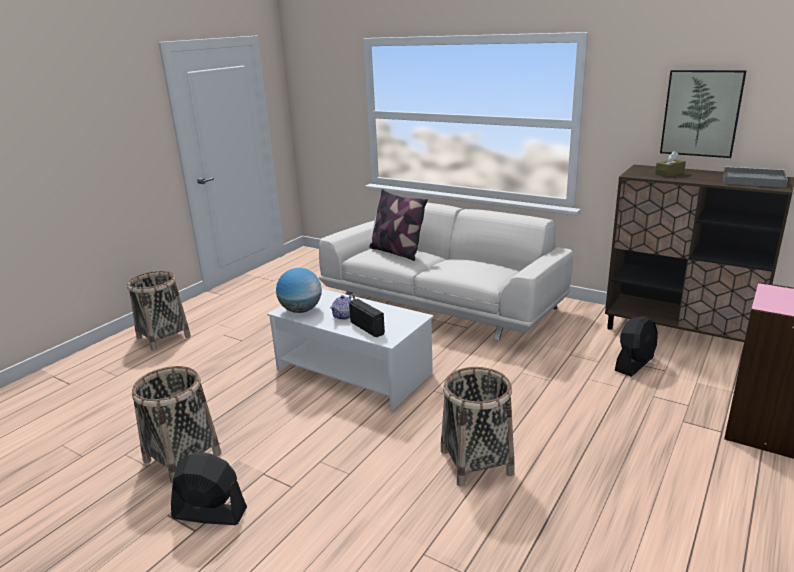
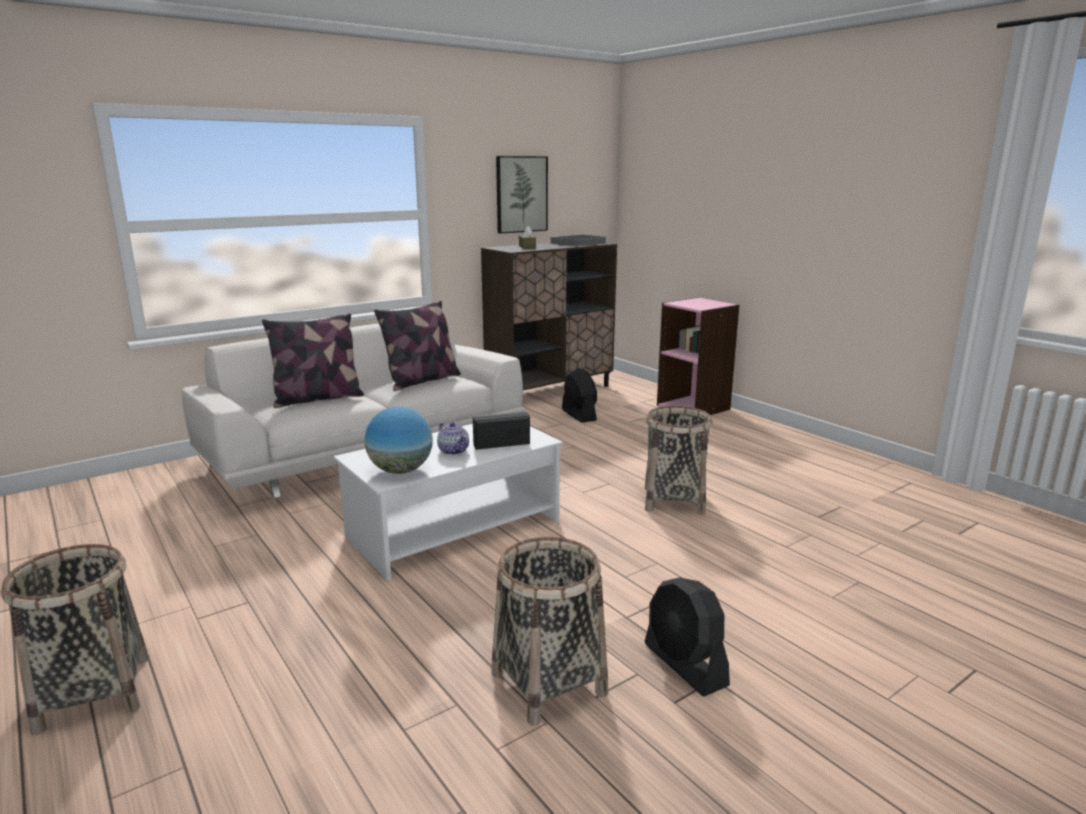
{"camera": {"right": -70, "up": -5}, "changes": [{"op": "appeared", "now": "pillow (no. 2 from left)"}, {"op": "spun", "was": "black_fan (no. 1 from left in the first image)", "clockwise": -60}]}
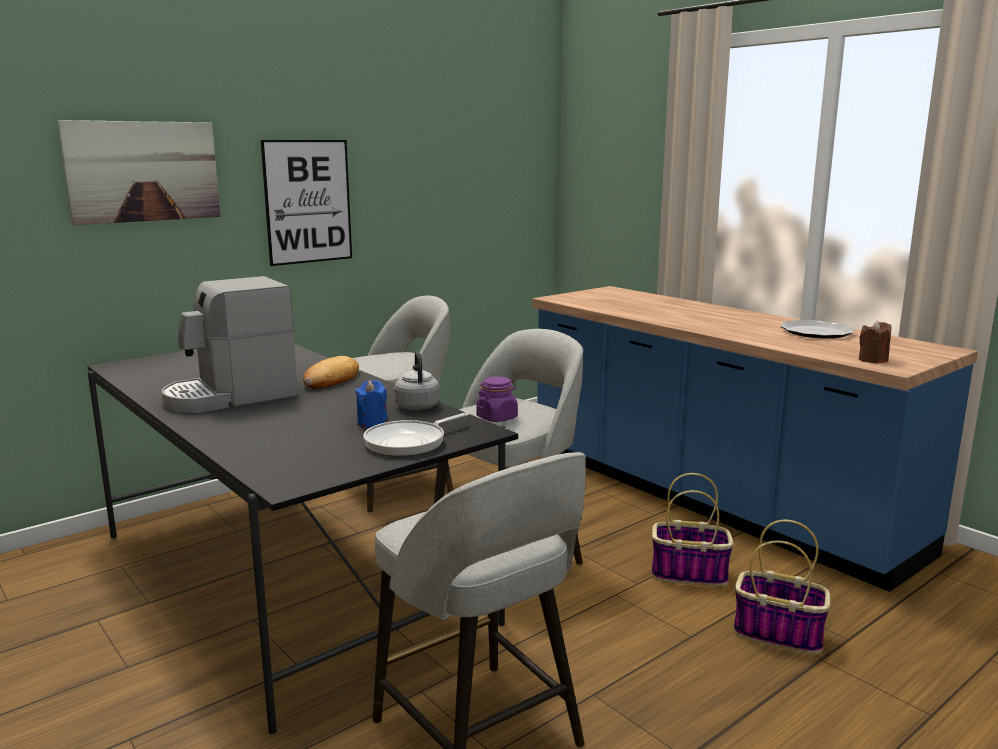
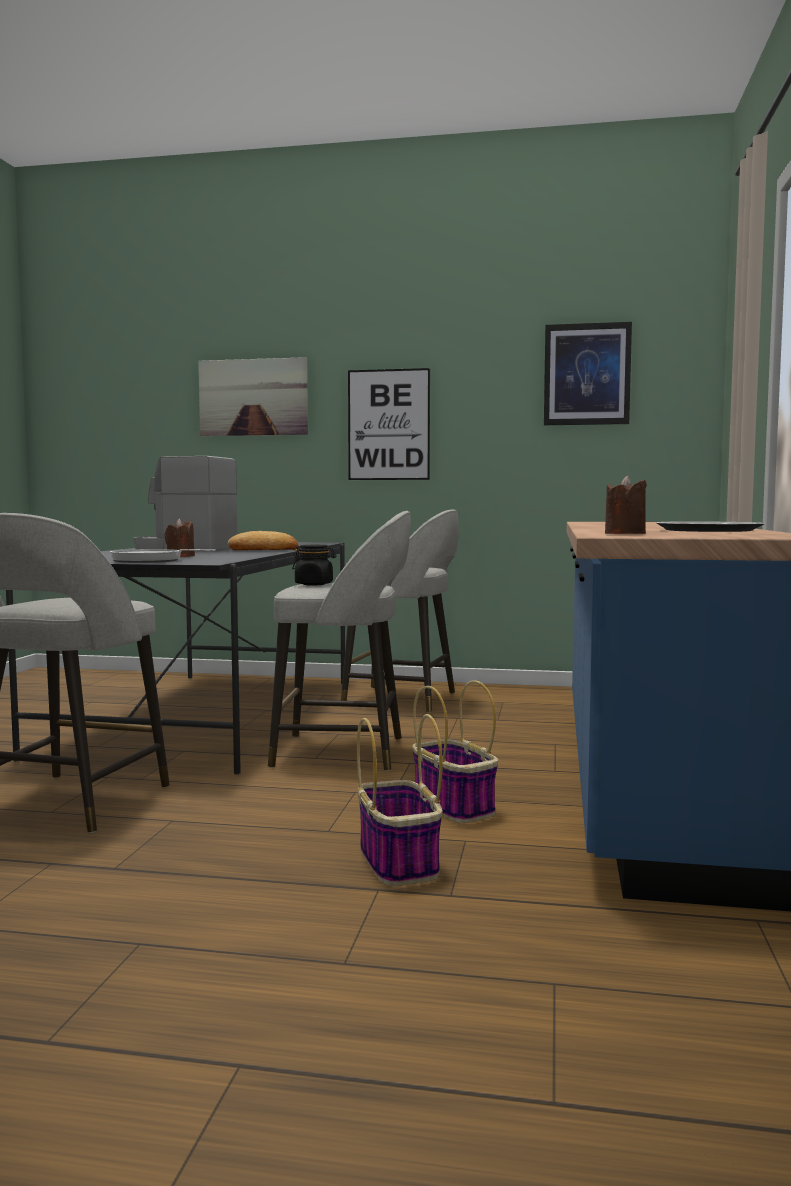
{"camera": {"right": 50, "up": -10}, "changes": [{"op": "missing", "was": "grey_kettle"}, {"op": "appeared", "now": "picture (no. 3 from left)"}, {"op": "colour", "was": "blue_candle", "now": "brown_candle (no. 1 from left)"}, {"op": "colour", "was": "purple_jar", "now": "black_jar"}]}
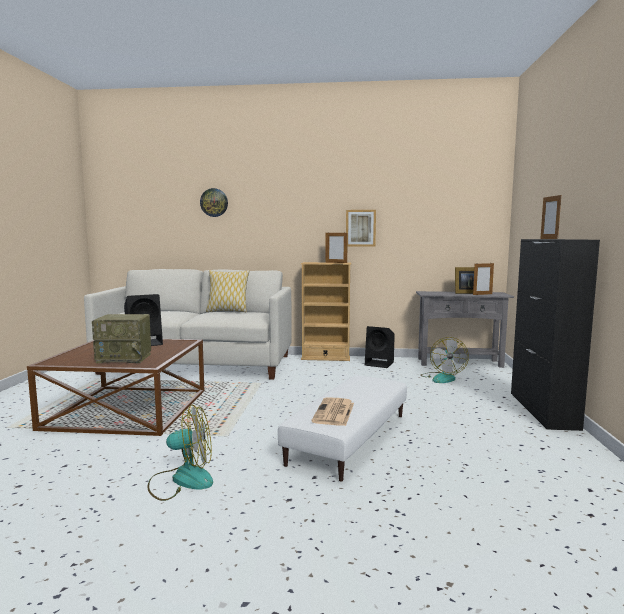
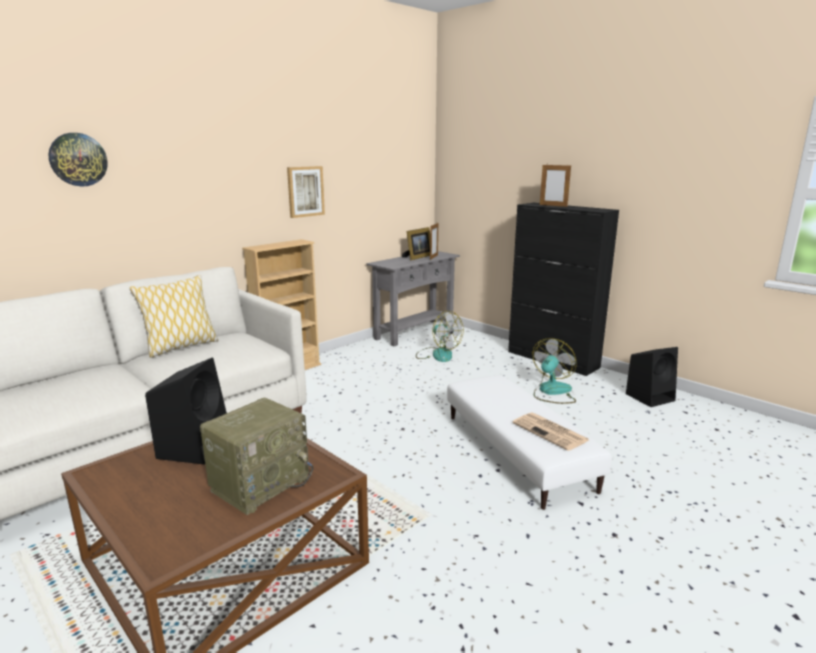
{"camera": {"right": -50, "up": 10}, "changes": [{"op": "missing", "was": "picture_frame (no. 1 from left)"}, {"op": "relocated", "was": "fan (no. 1 from left in the first image)", "now": "fan (no. 2 from left)"}, {"op": "relocated", "was": "black_speaker (no. 2 from left)"}]}
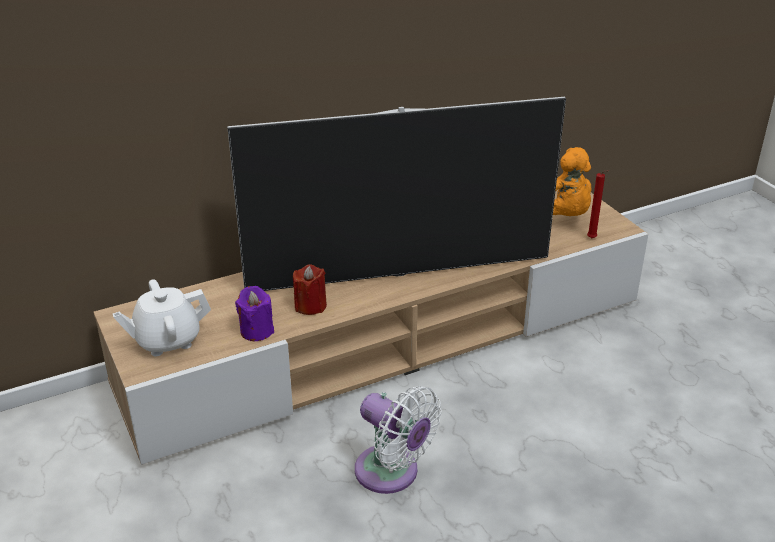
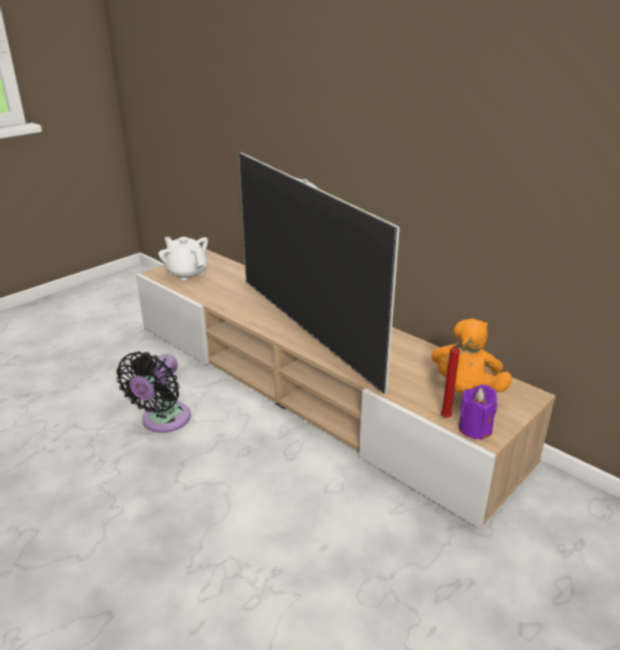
{"camera": {"right": 70, "up": -5}, "changes": [{"op": "missing", "was": "red_candle (no. 1 from left)"}, {"op": "relocated", "was": "purple_candle"}, {"op": "colour", "was": "white_fan", "now": "black_fan"}]}
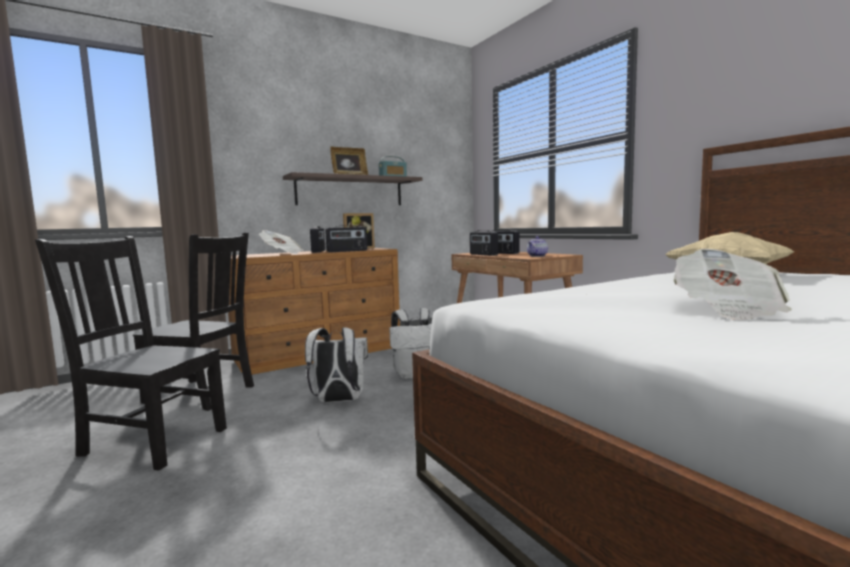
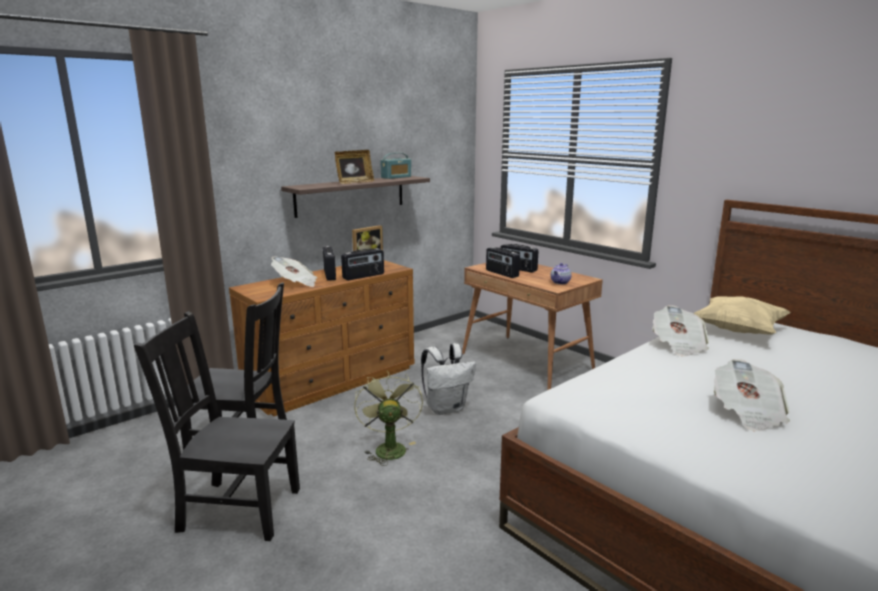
{"camera": {"right": -10, "up": 10}, "changes": [{"op": "appeared", "now": "newspaper (no. 2 from left)"}, {"op": "exchanged", "was": "white_backpack (no. 1 from left)", "now": "green_fan"}]}
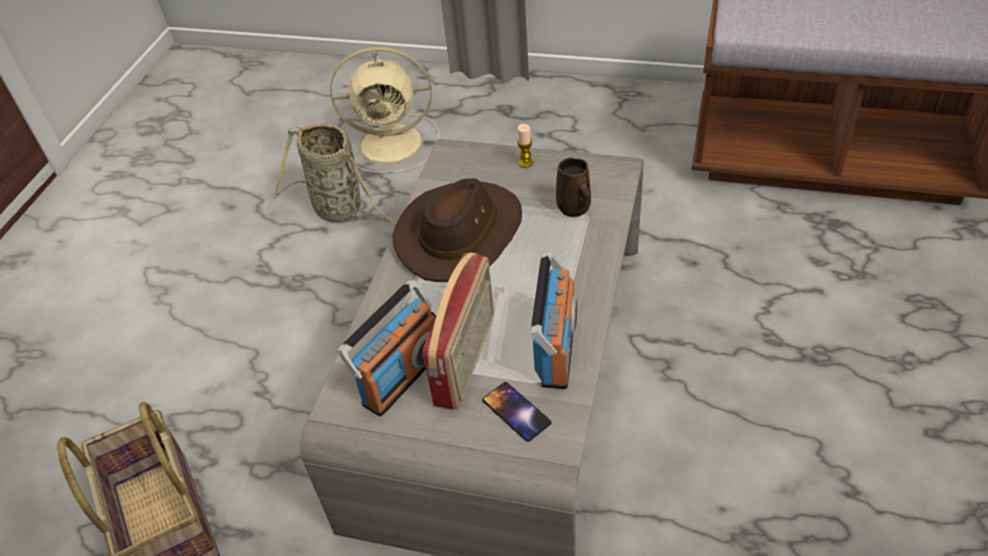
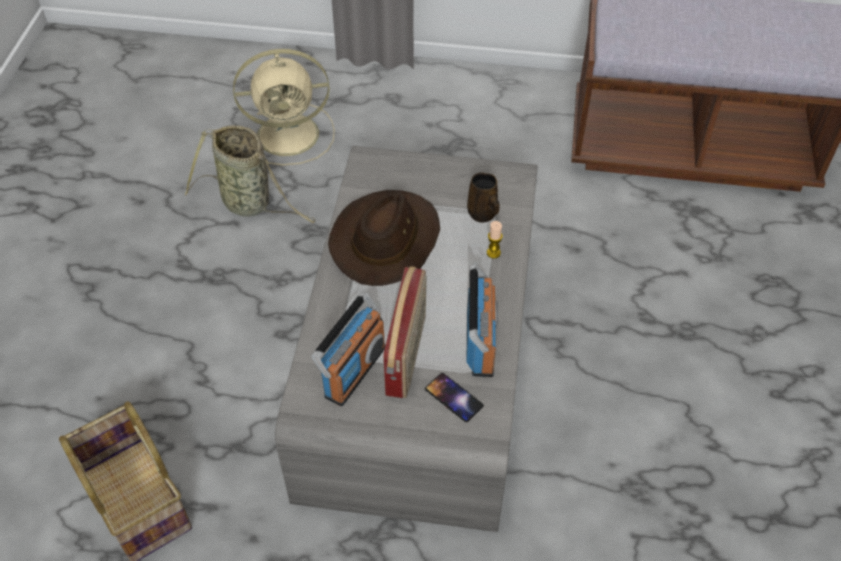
{"camera": {"right": -10, "up": 5}, "changes": [{"op": "relocated", "was": "candle"}]}
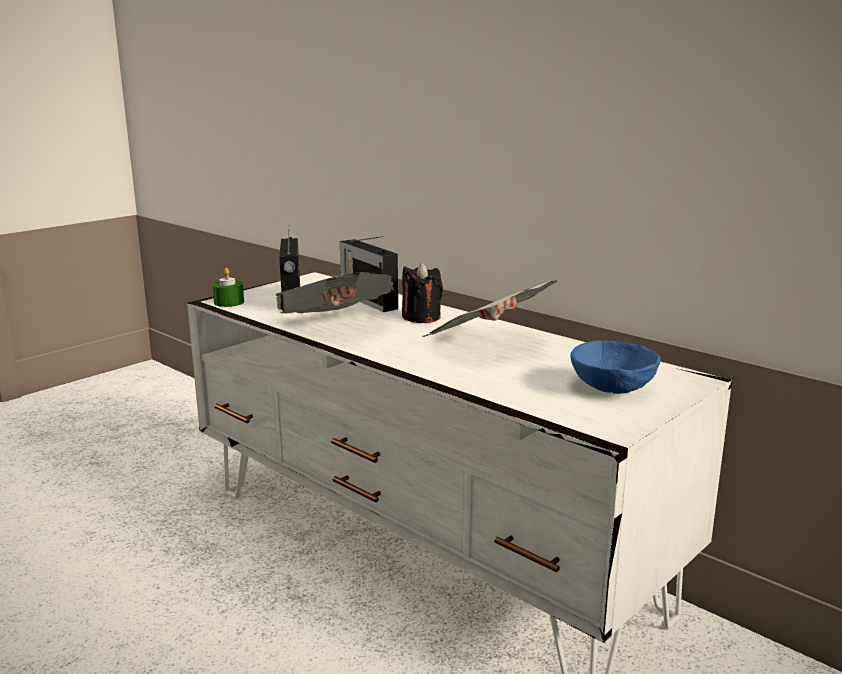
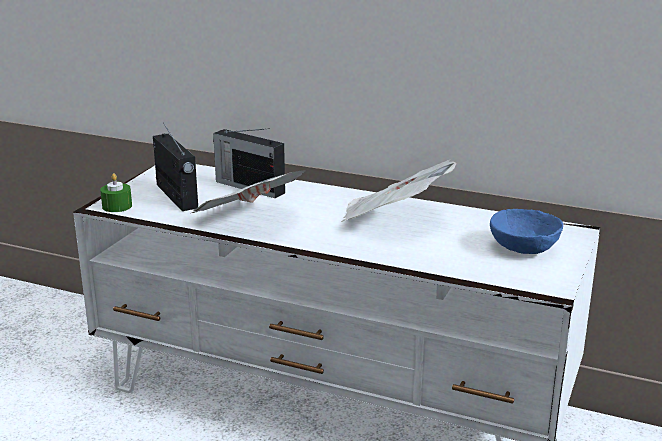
{"camera": {"right": -20, "up": 5}, "changes": [{"op": "missing", "was": "black_candle"}]}
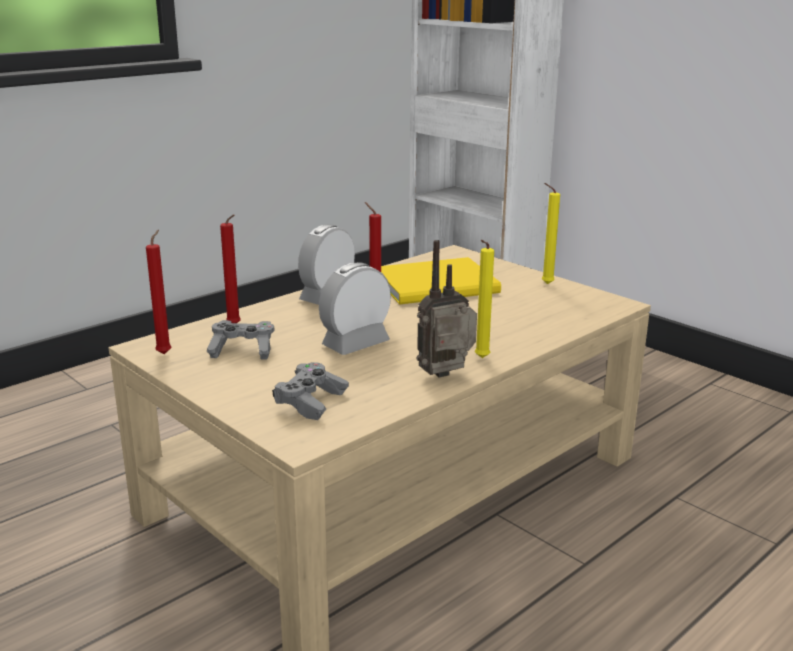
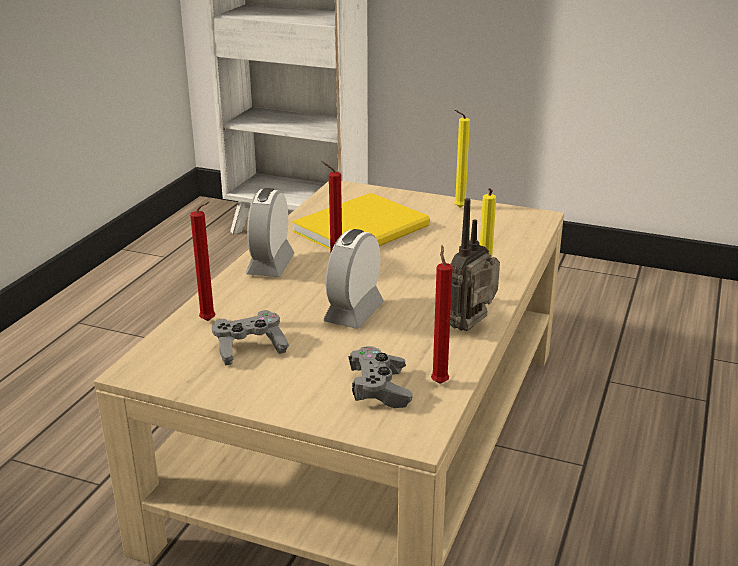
{"camera": {"right": -25, "up": 5}, "changes": [{"op": "relocated", "was": "red_candle (no. 1 from left in the first image)", "now": "red_candle (no. 3 from left)"}]}
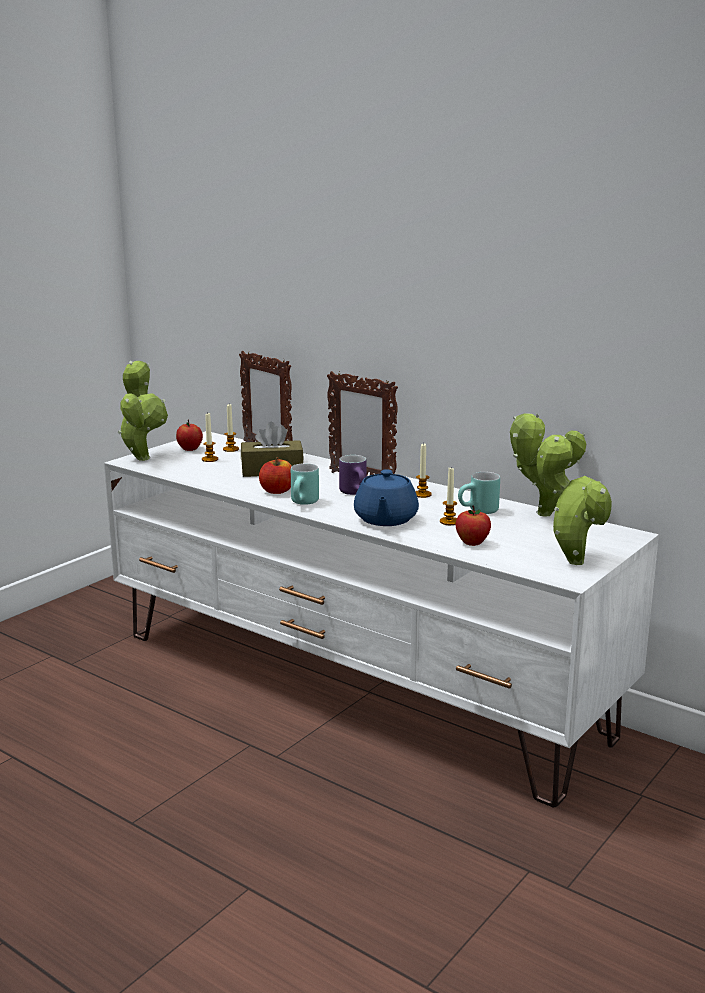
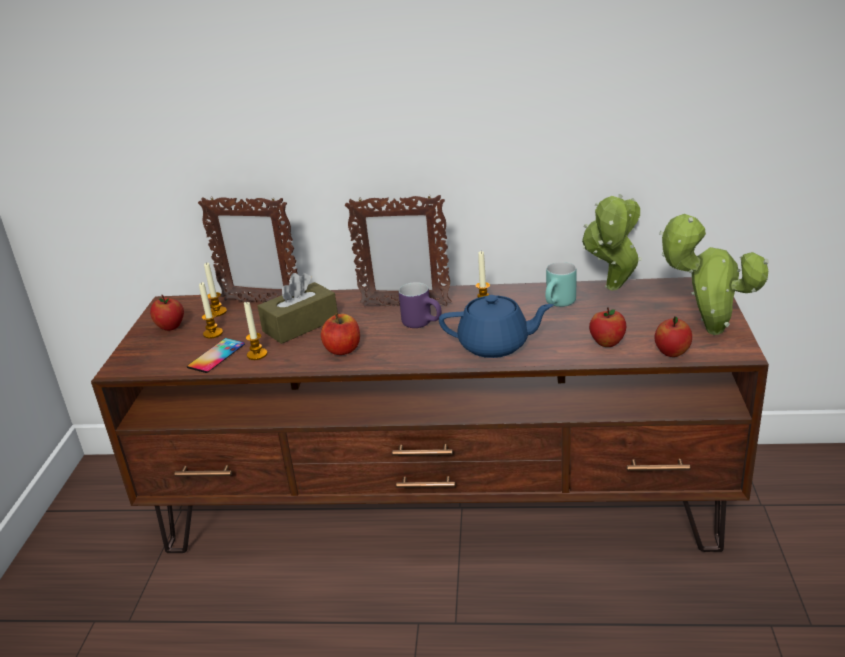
{"camera": {"right": -30, "up": 10}, "changes": [{"op": "missing", "was": "potted_plant (no. 1 from left)"}, {"op": "missing", "was": "turquoise_mug (no. 1 from left)"}, {"op": "appeared", "now": "phone"}, {"op": "appeared", "now": "apple (no. 4 from left)"}, {"op": "relocated", "was": "candle (no. 4 from left in the first image)", "now": "candle (no. 3 from left)"}, {"op": "colour", "was": "white_tv_stand", "now": "brown_tv_stand"}, {"op": "spun", "was": "blue_teapot", "clockwise": -60}]}
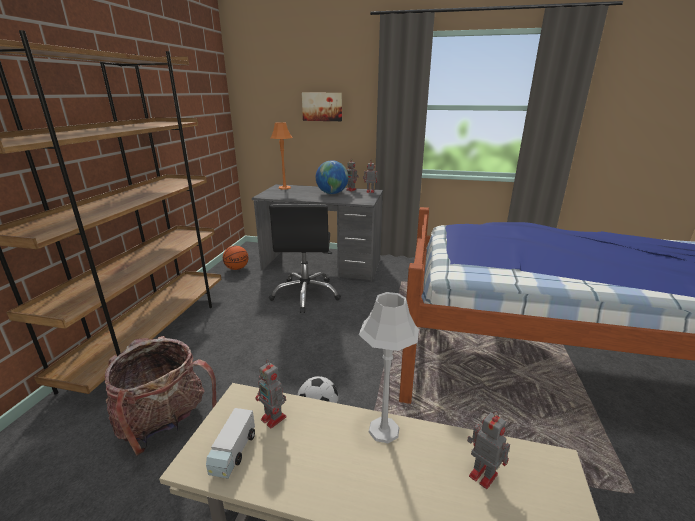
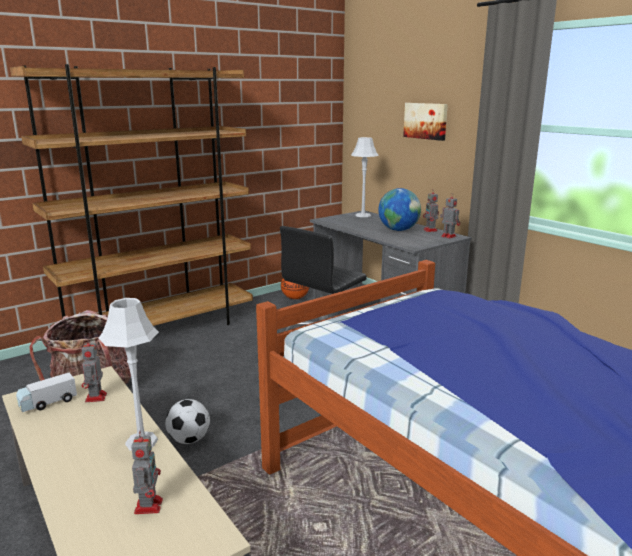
{"camera": {"right": 40, "up": -5}, "changes": [{"op": "colour", "was": "orange_table_lamp", "now": "grey_table_lamp (no. 2 from left)"}]}
